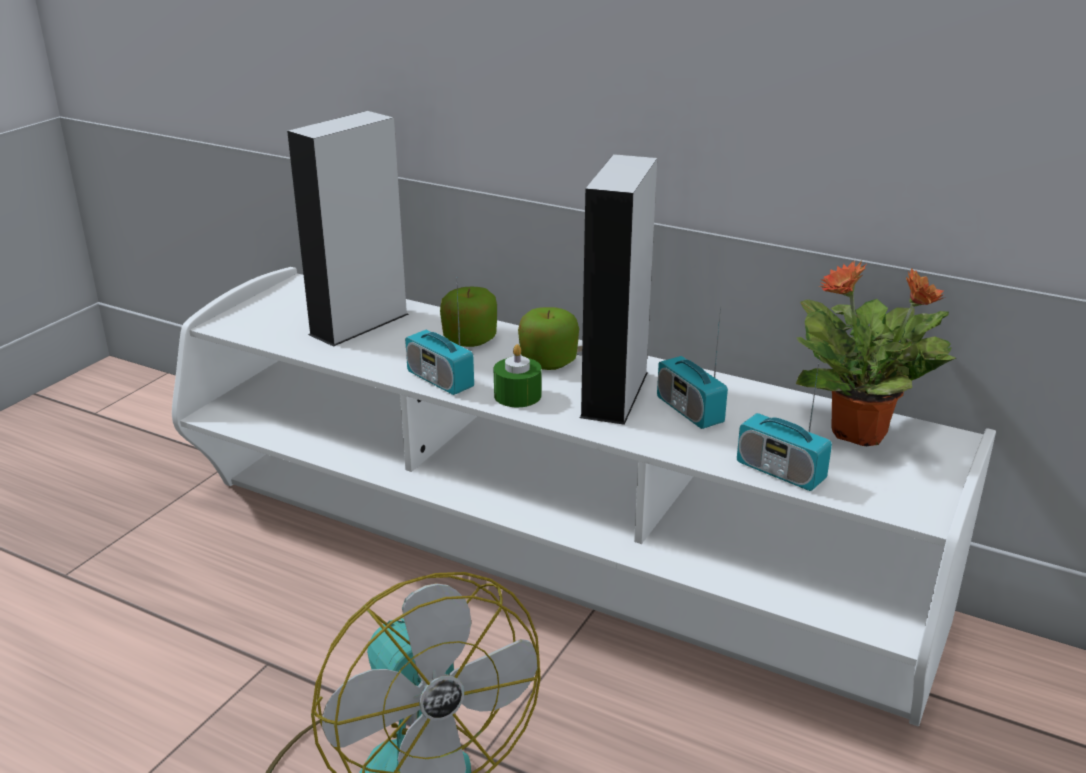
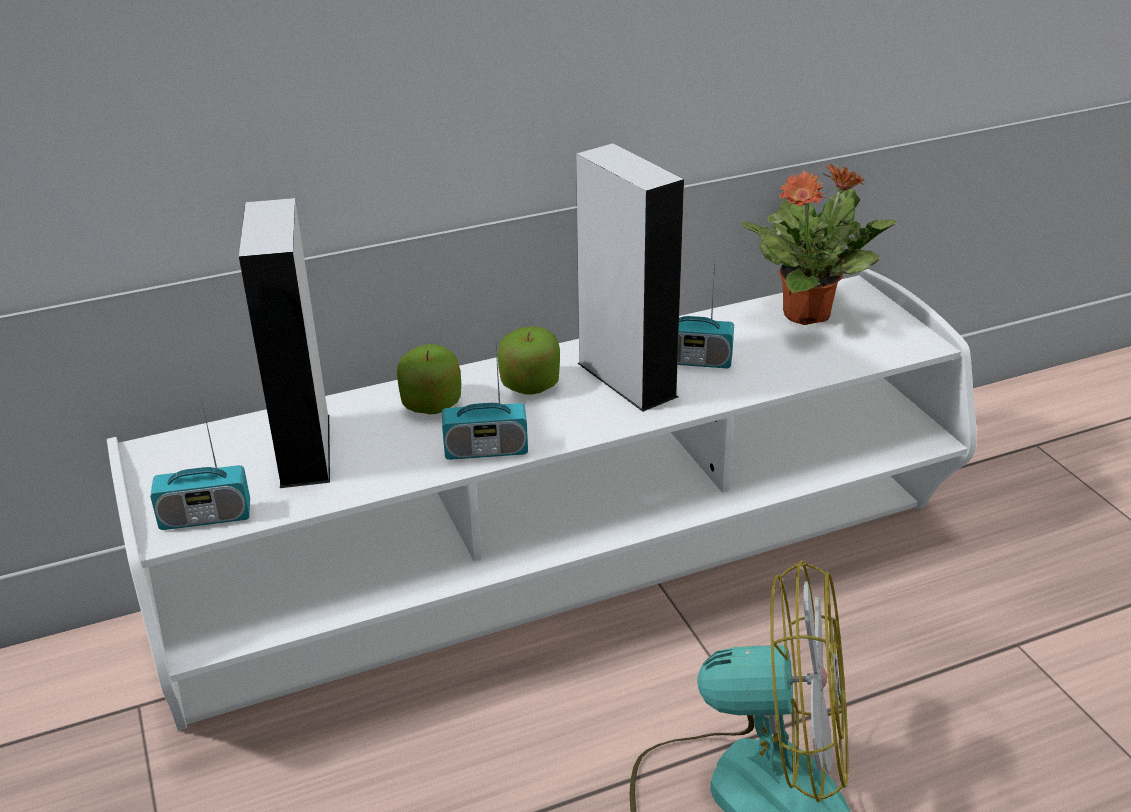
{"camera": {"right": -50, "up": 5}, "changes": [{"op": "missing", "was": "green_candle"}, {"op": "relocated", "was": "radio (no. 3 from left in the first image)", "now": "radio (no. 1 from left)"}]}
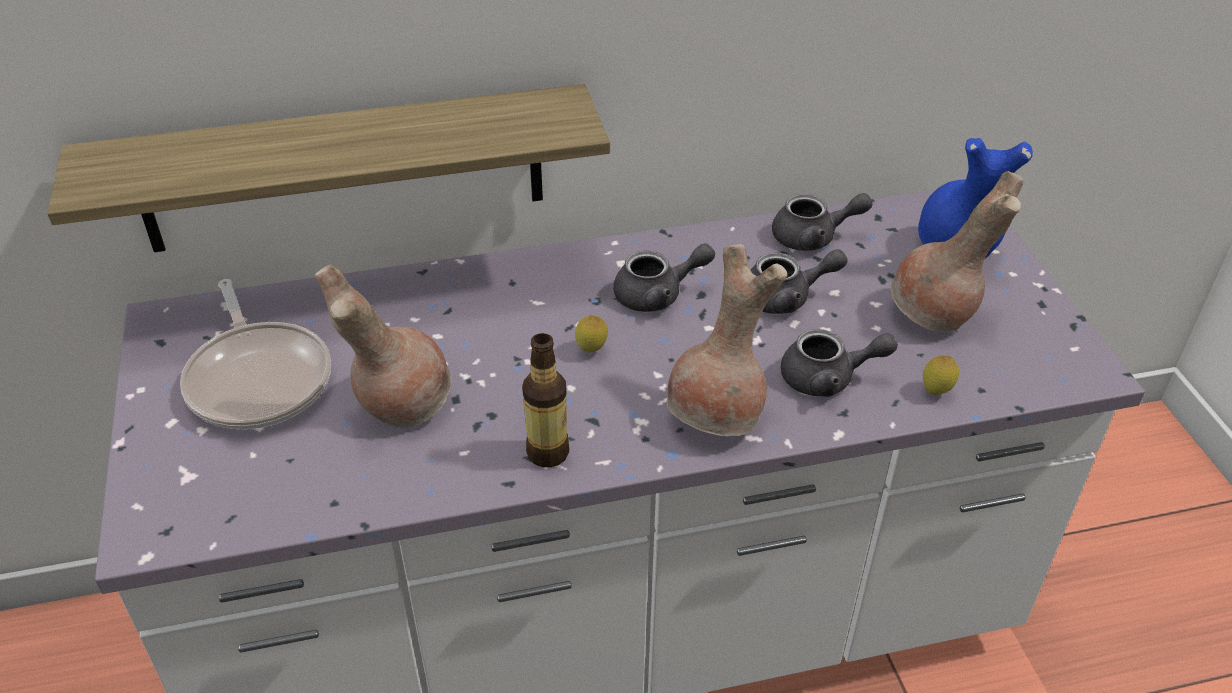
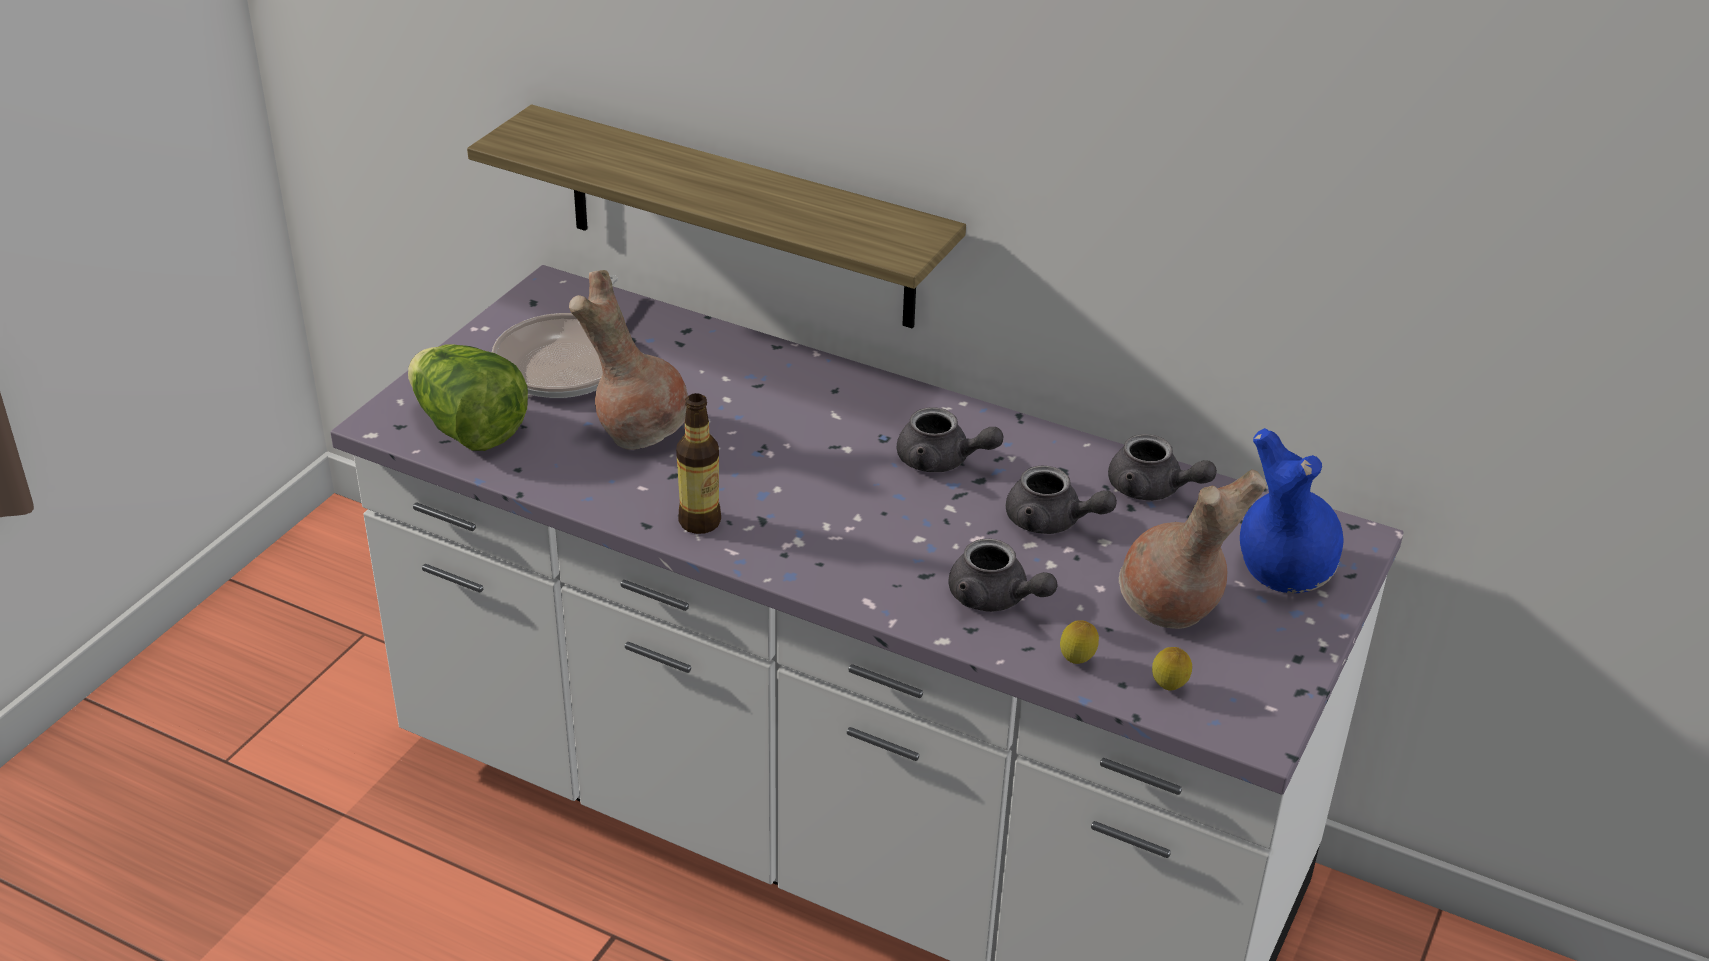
{"camera": {"right": 40, "up": -5}, "changes": [{"op": "missing", "was": "brown_vase (no. 2 from left)"}, {"op": "appeared", "now": "lettuce"}, {"op": "relocated", "was": "lemon (no. 1 from left in the first image)", "now": "lemon (no. 2 from left)"}]}
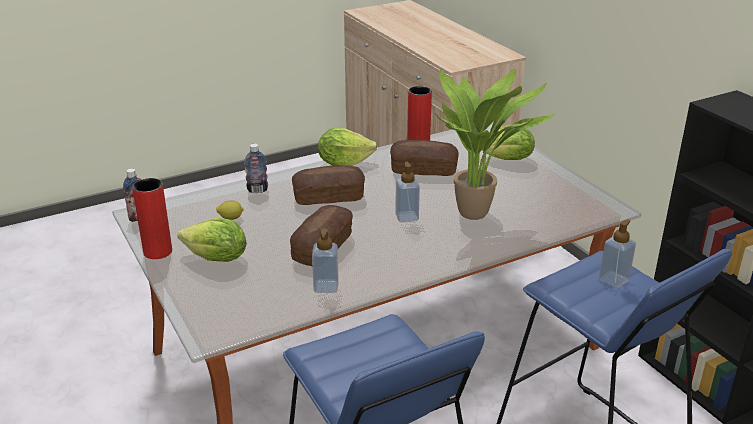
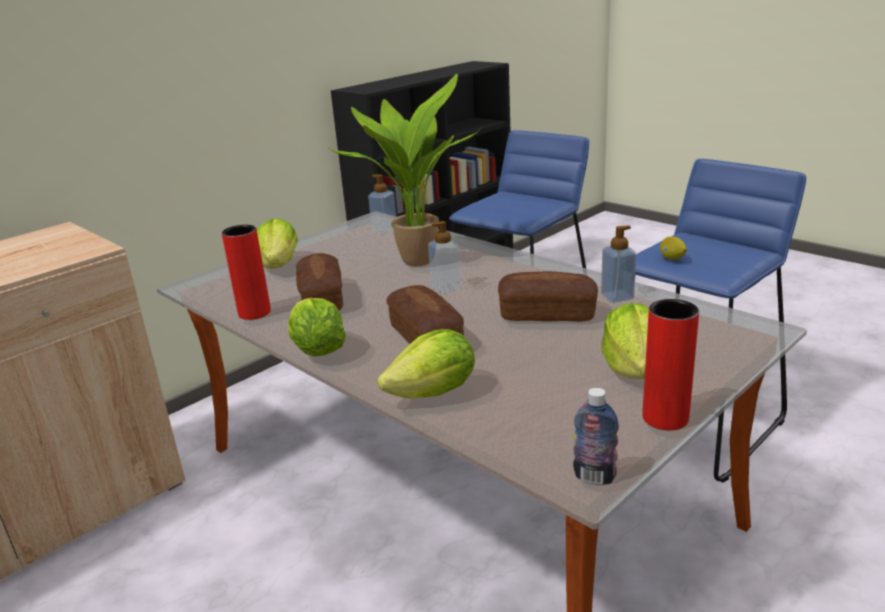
{"camera": {"right": -105, "up": -5}, "changes": [{"op": "relocated", "was": "lemon"}, {"op": "relocated", "was": "soap_dispenser (no. 3 from left in the first image)", "now": "soap_dispenser (no. 1 from left)"}, {"op": "exchanged", "was": "bottle (no. 2 from left)", "now": "lettuce (no. 3 from left)"}]}
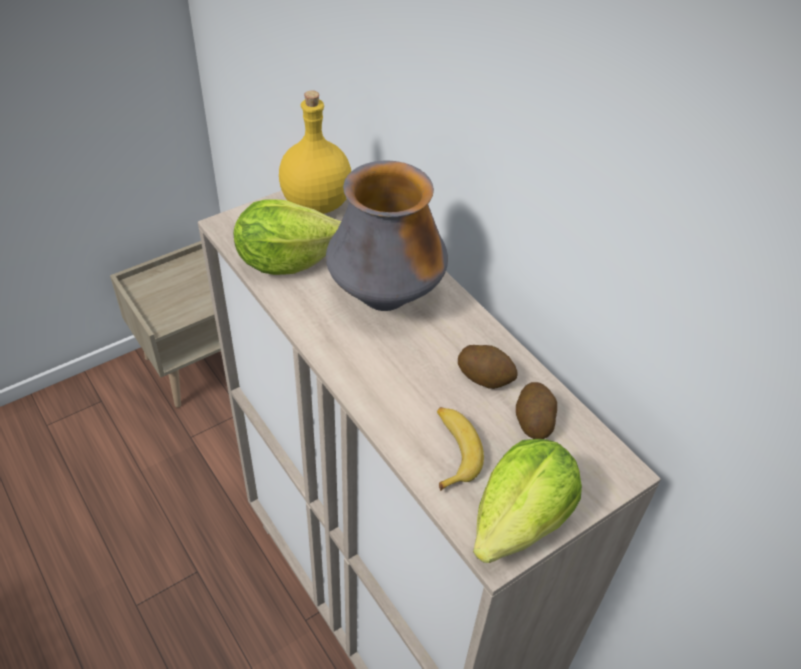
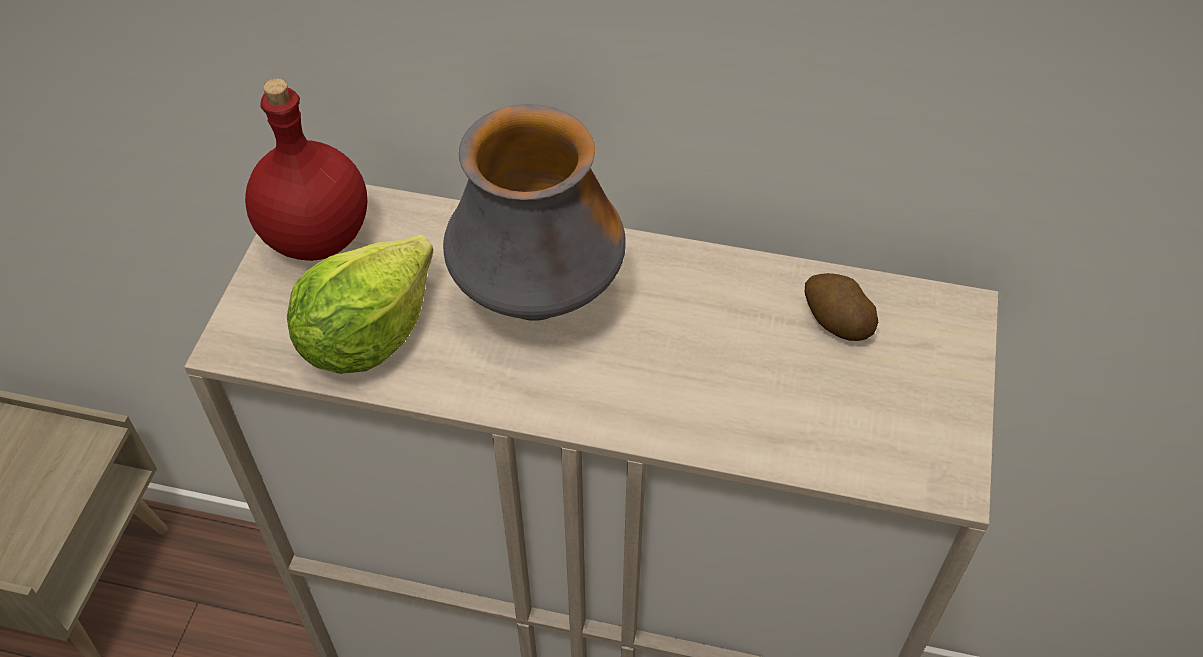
{"camera": {"right": -40, "up": 5}, "changes": [{"op": "missing", "was": "banana"}, {"op": "missing", "was": "potato (no. 1 from left)"}, {"op": "missing", "was": "lettuce (no. 2 from left)"}, {"op": "colour", "was": "yellow_bottle", "now": "red_bottle"}]}
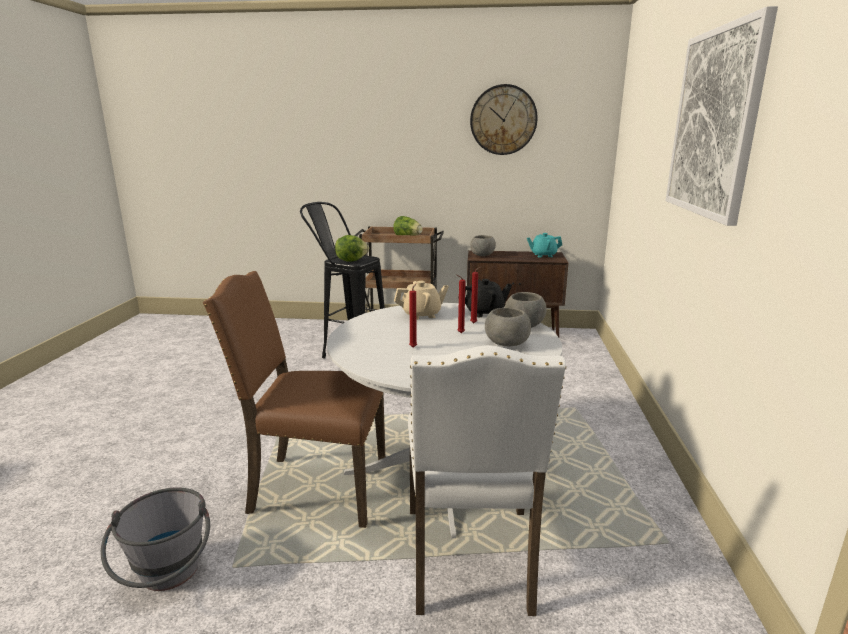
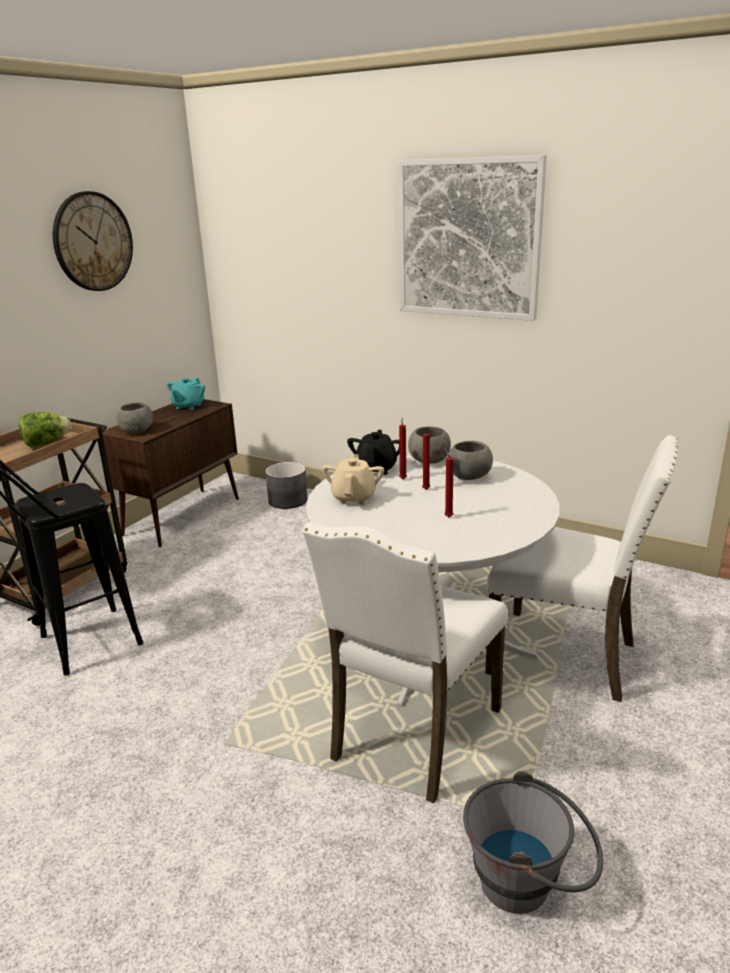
{"camera": {"right": -65, "up": 5}, "changes": [{"op": "missing", "was": "lettuce (no. 1 from left)"}, {"op": "appeared", "now": "grey_planter"}, {"op": "colour", "was": "brown_chair", "now": "white_chair (no. 1 from left)"}]}
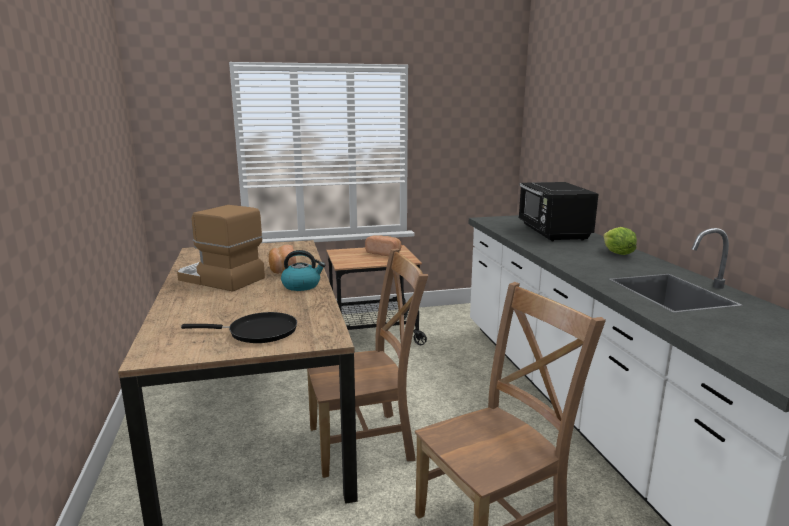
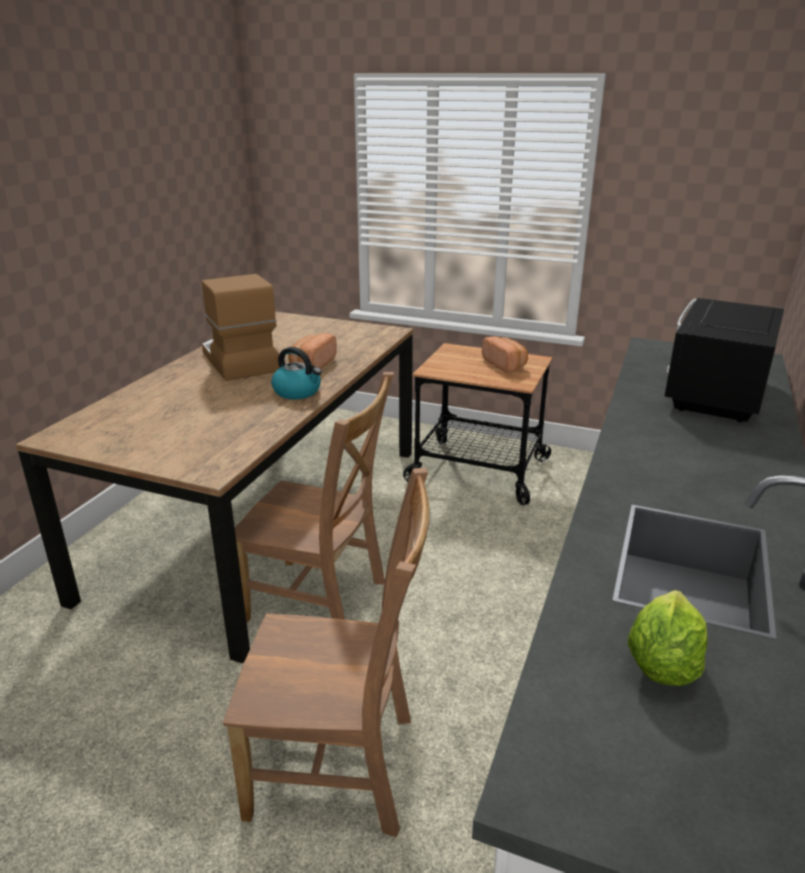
{"camera": {"right": 35, "up": 10}, "changes": [{"op": "missing", "was": "black_frying_pan"}, {"op": "relocated", "was": "lettuce"}]}
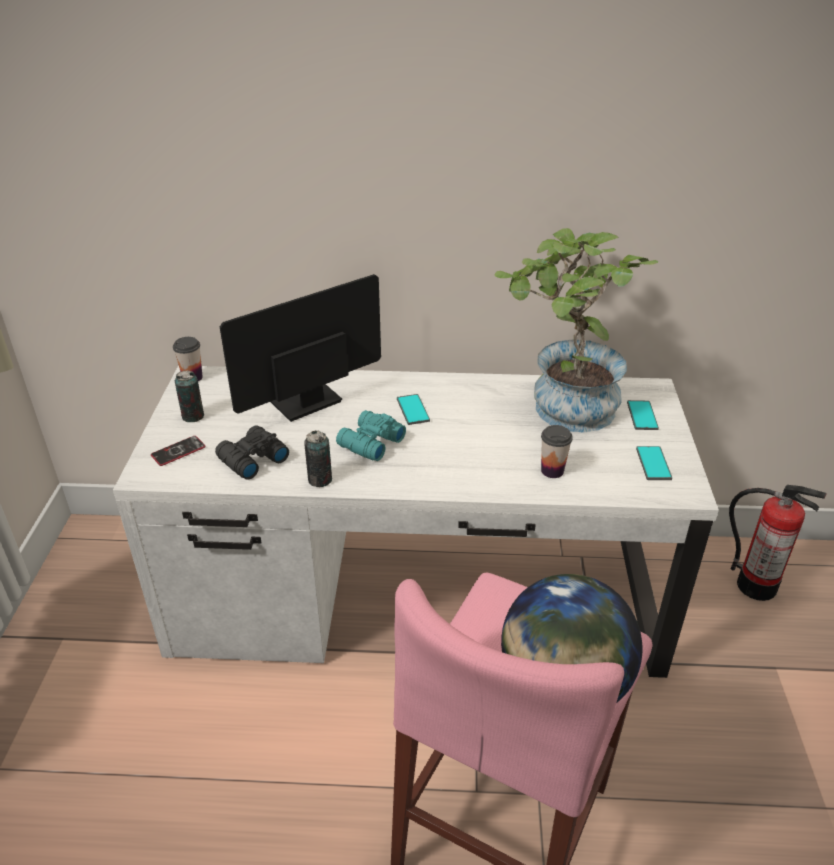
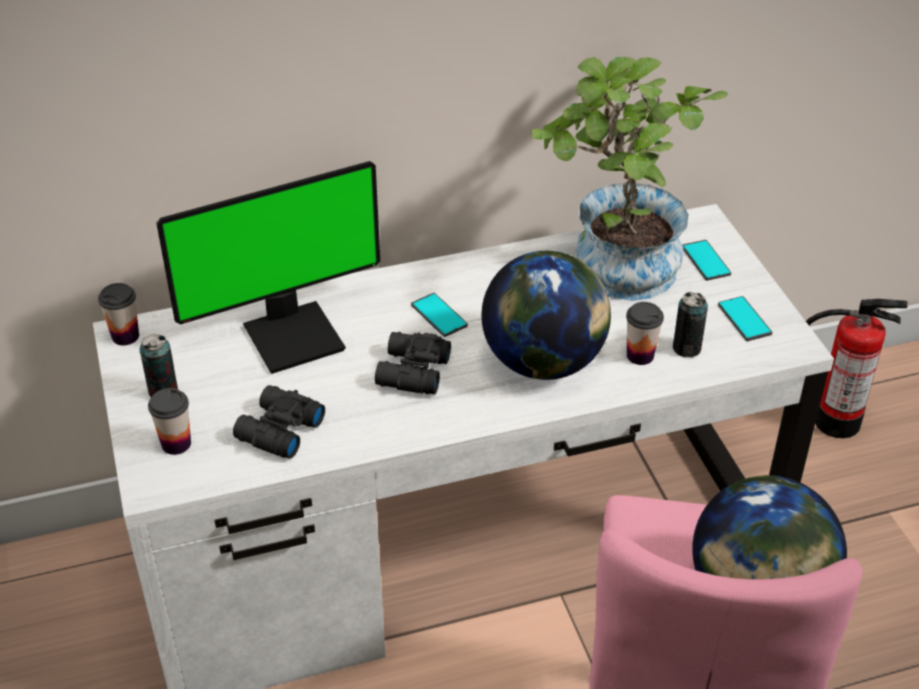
{"camera": {"right": -20, "up": 5}, "changes": [{"op": "appeared", "now": "globe (no. 1 from left)"}, {"op": "relocated", "was": "can (no. 2 from left)"}, {"op": "exchanged", "was": "phone (no. 1 from left)", "now": "cup (no. 2 from left)"}, {"op": "colour", "was": "turquoise_binoculars", "now": "black_binoculars (no. 2 from left)"}, {"op": "spun", "was": "monitor", "clockwise": -150}]}
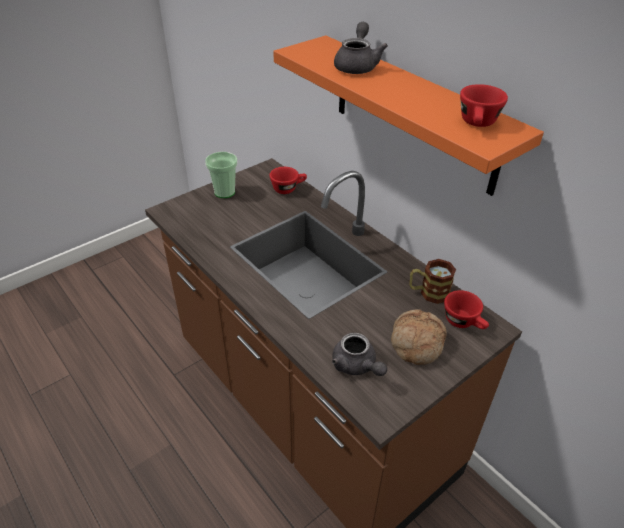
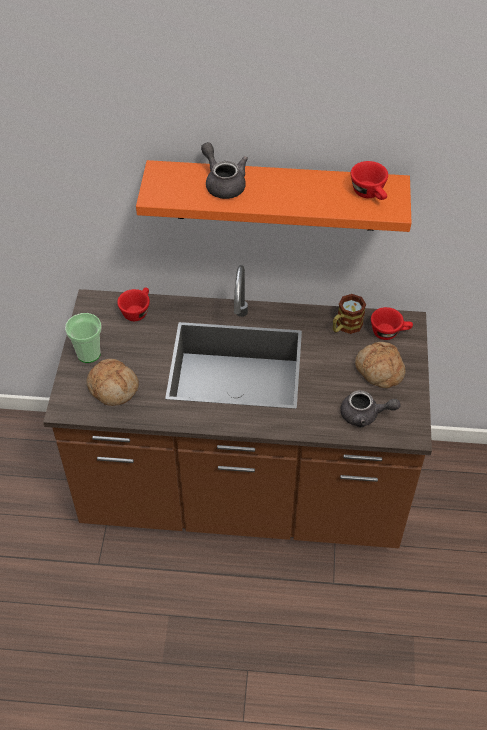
{"camera": {"right": -45, "up": 10}, "changes": [{"op": "appeared", "now": "bread (no. 1 from left)"}]}
